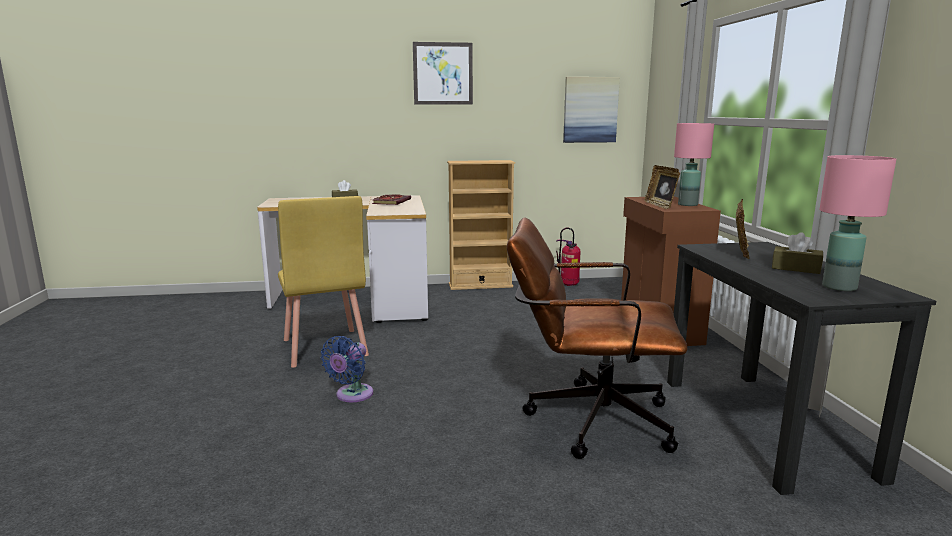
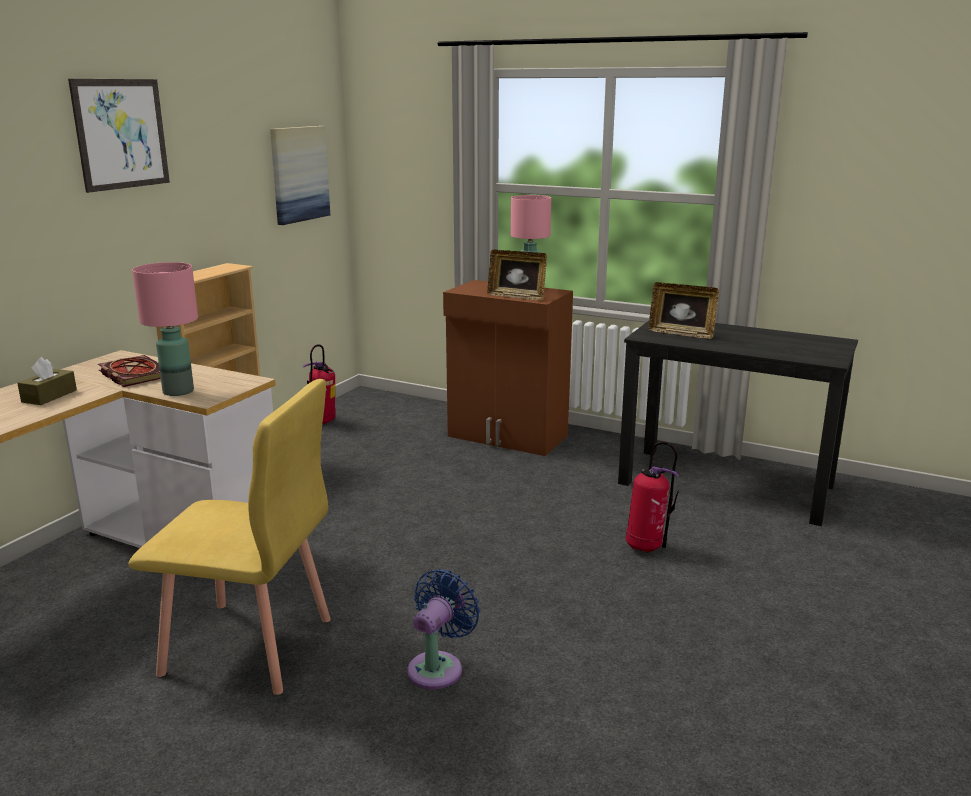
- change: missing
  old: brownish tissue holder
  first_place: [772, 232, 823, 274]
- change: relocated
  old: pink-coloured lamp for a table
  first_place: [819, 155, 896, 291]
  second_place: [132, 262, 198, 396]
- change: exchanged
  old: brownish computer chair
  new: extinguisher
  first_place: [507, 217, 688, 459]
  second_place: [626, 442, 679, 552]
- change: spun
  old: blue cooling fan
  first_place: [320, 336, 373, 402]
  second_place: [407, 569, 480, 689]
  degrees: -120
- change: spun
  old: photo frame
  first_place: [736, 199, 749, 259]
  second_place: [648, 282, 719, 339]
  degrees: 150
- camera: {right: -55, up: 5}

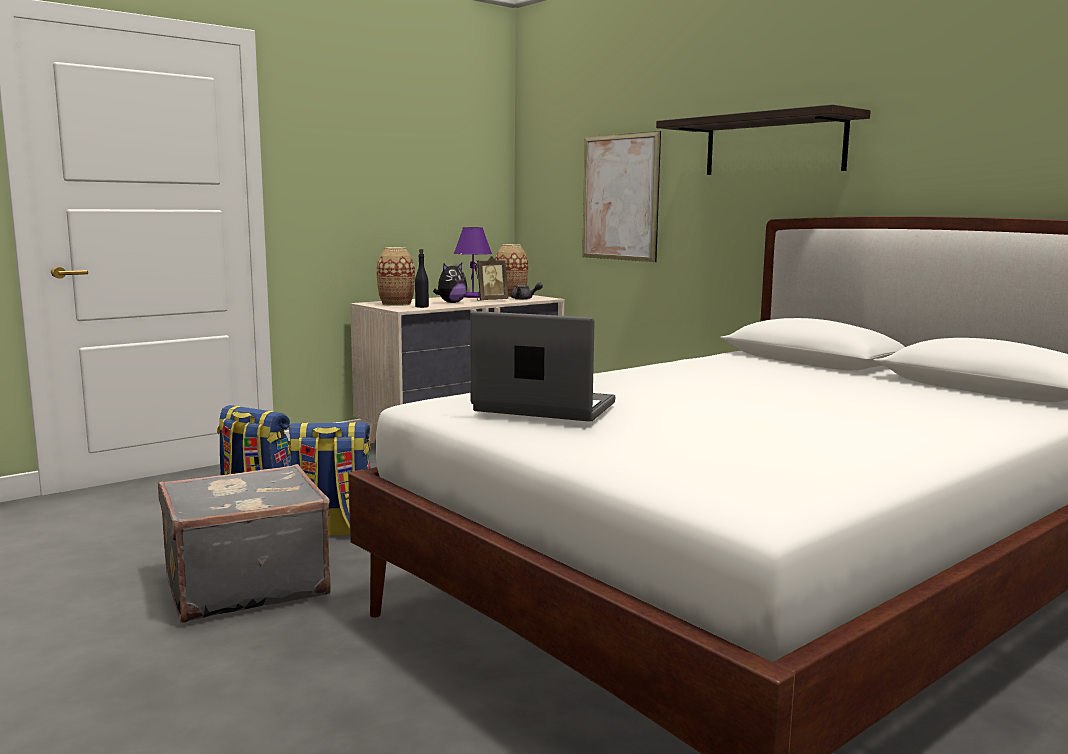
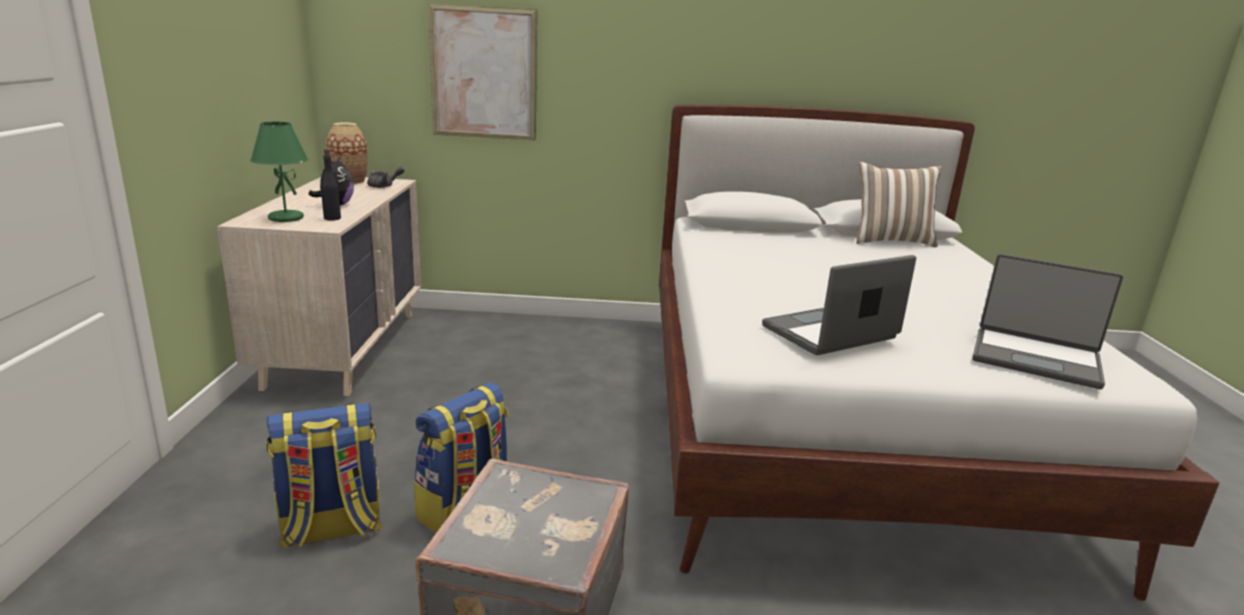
- change: missing
  old: purple-coloured lamp for a table
  first_place: [454, 227, 492, 298]
- change: missing
  old: photo frame
  first_place: [477, 256, 508, 301]
- change: missing
  old: bracket shelf
  first_place: [656, 104, 871, 175]
- change: appeared
  new: throw pillow
  second_place: [856, 161, 942, 248]
- change: appeared
  new: portable computer
  second_place: [972, 254, 1123, 390]
- change: exchanged
  old: vase
  new: green lamp for a table
  first_place: [377, 247, 415, 306]
  second_place: [250, 122, 308, 222]
- camera: {right: -50, up: 10}

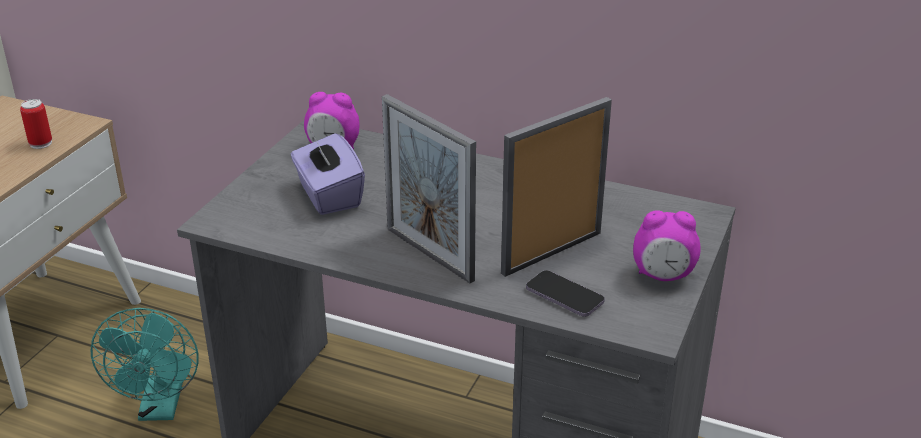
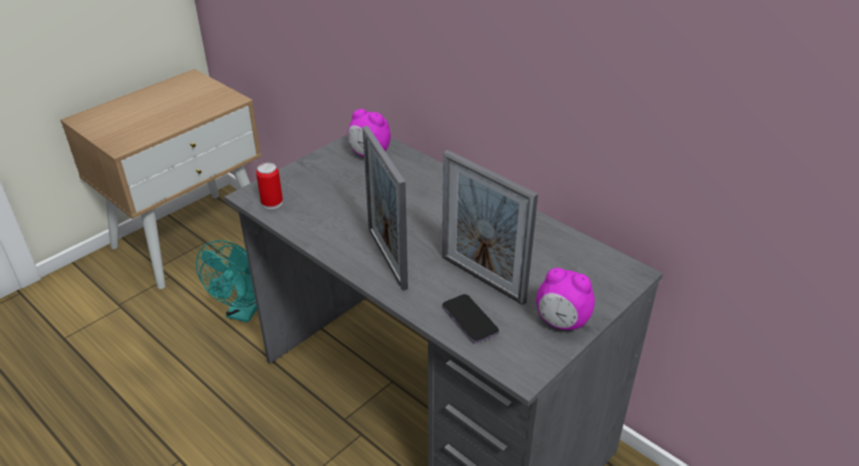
- change: missing
  old: purple-coloured tissue holder
  first_place: [291, 132, 365, 215]
- change: relocated
  old: sealed can
  first_place: [20, 99, 52, 149]
  second_place: [256, 163, 283, 209]
- change: spun
  old: photo frame
  first_place: [501, 97, 612, 277]
  second_place: [442, 150, 538, 305]
  degrees: -120
- camera: {right: 20, up: 5}

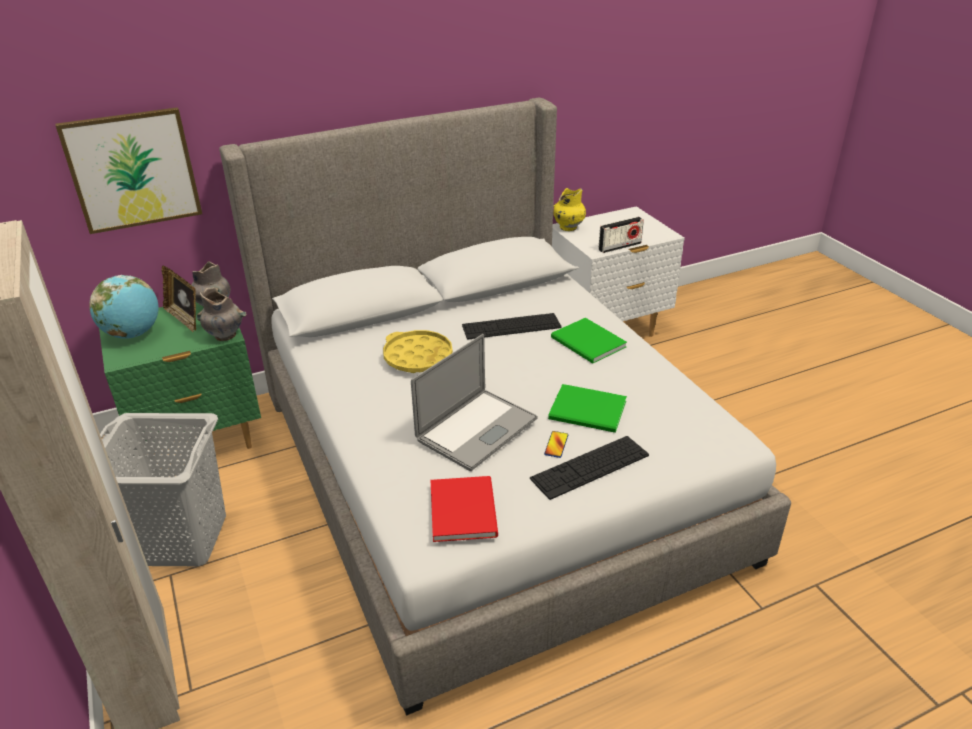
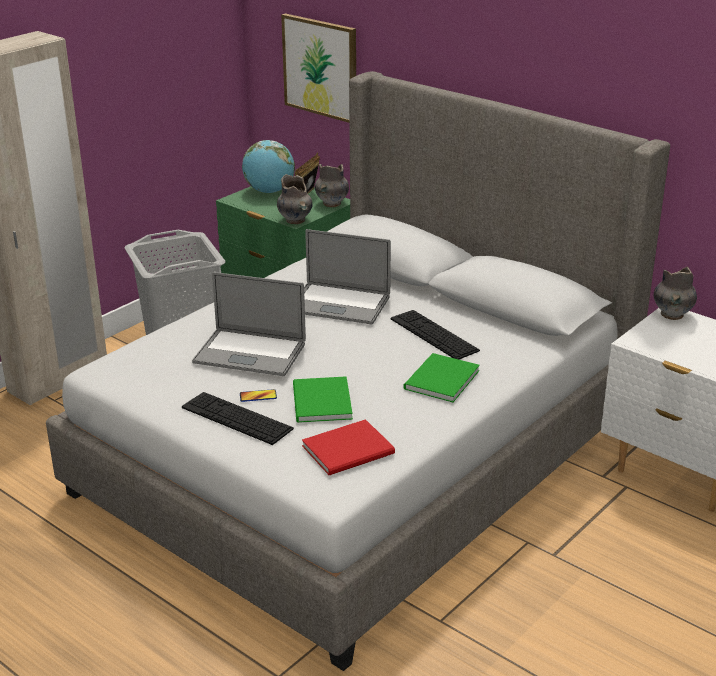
- change: missing
  old: radio receiver
  first_place: [598, 217, 644, 253]
- change: relocated
  old: red volume
  first_place: [431, 476, 498, 542]
  second_place: [302, 419, 395, 475]
- change: exchanged
  old: yellow tray
  new: portable computer
  first_place: [383, 330, 453, 373]
  second_place: [304, 229, 391, 324]
- change: colour
  old: yellow vase
  new: grey vase
  first_place: [553, 188, 586, 231]
  second_place: [654, 267, 697, 320]
- camera: {right: 65, up: -5}

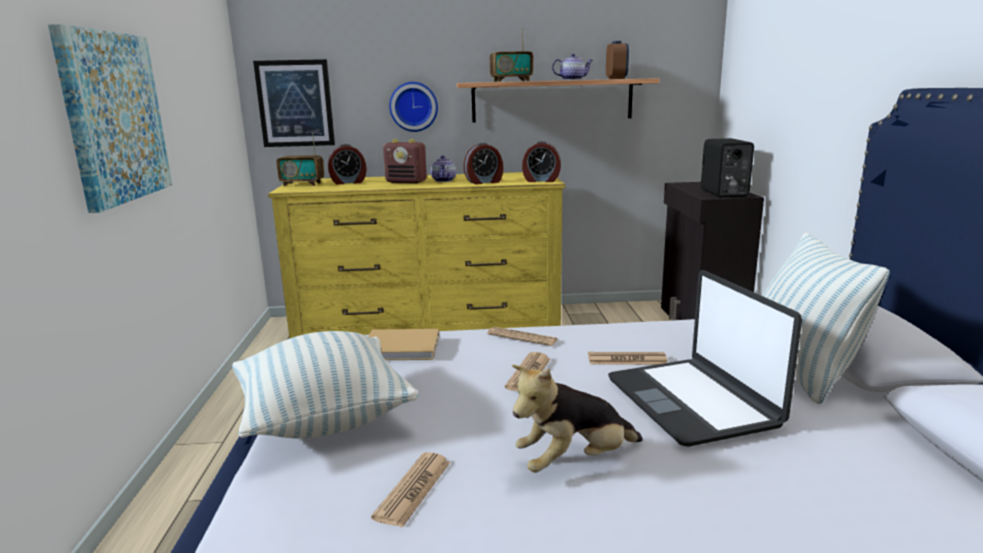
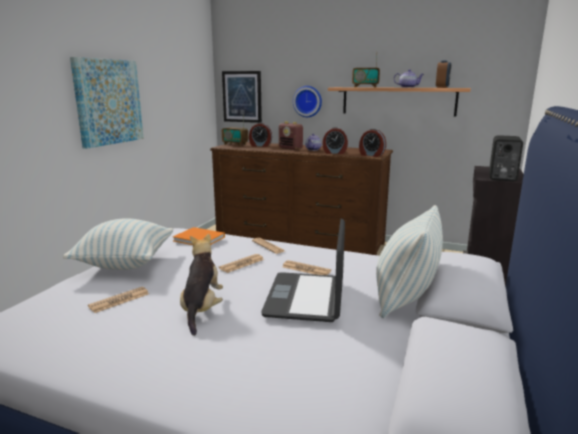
- change: colour
  old: yellow drawer chest
  new: brownish drawer chest
  first_place: [268, 172, 565, 339]
  second_place: [210, 142, 393, 255]
- change: colour
  old: sand-coloured volume
  new: orange-coloured volume
  first_place: [368, 329, 439, 360]
  second_place: [173, 227, 225, 245]
- change: spun
  old: plush toy
  first_place: [512, 365, 643, 473]
  second_place: [180, 234, 223, 336]
  degrees: 90
- camera: {right: 25, up: 0}

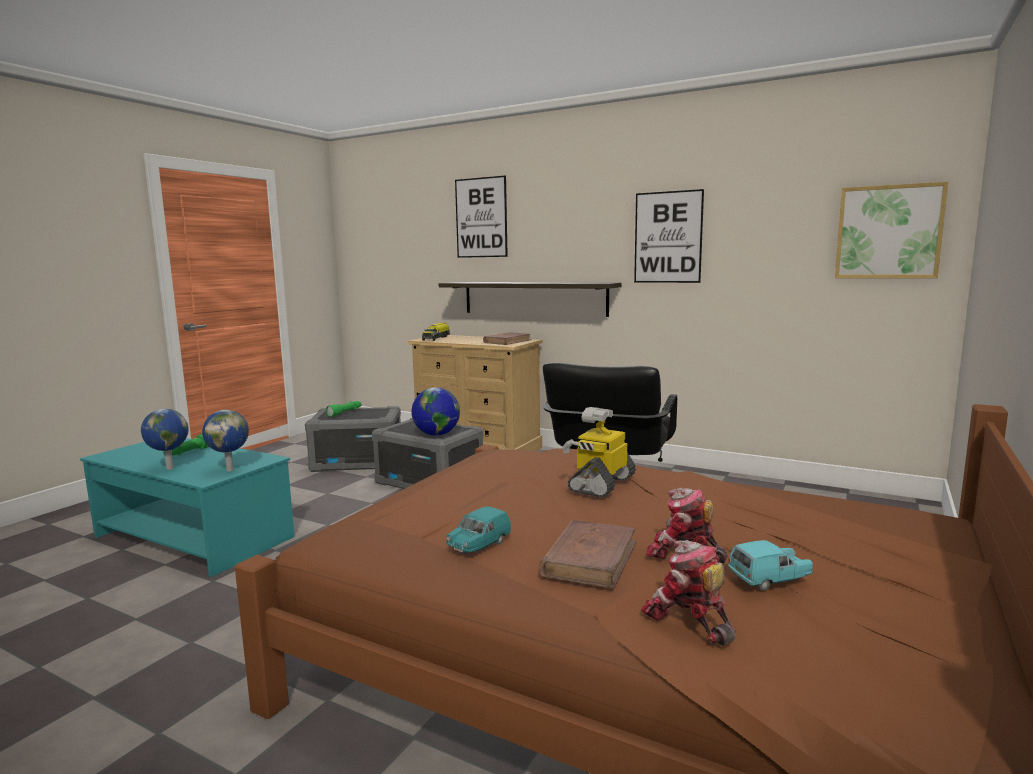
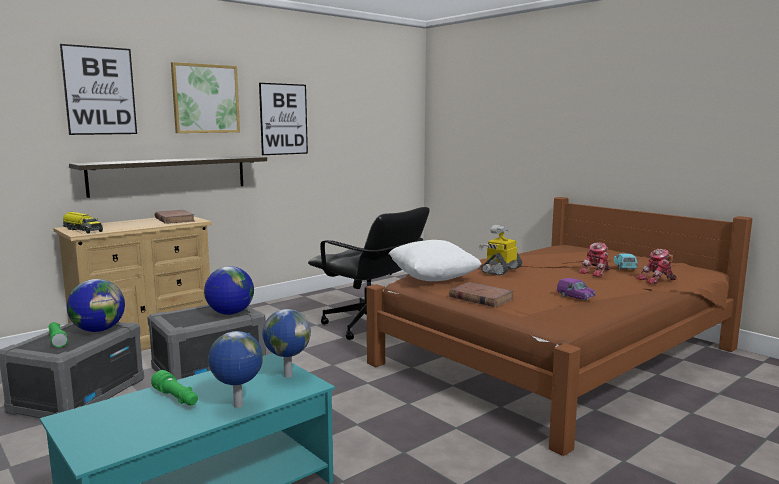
- change: appeared
  new: desk globe
  second_place: [67, 279, 125, 332]
- change: appeared
  new: white-coloured throw pillow
  second_place: [388, 240, 482, 281]
- change: relocated
  old: brownish volume
  first_place: [539, 520, 637, 588]
  second_place: [449, 282, 514, 307]
- change: relocated
  old: picture
  first_place: [835, 182, 948, 278]
  second_place: [171, 62, 240, 133]
- change: colour
  old: turquoise miniature car
  new: purple-coloured miniature car
  first_place: [446, 506, 511, 554]
  second_place: [557, 278, 596, 301]
- change: spun
  old: robot figure
  first_place: [562, 407, 636, 497]
  second_place: [479, 225, 522, 275]
  degrees: 75
- camera: {right: -70, up: 0}

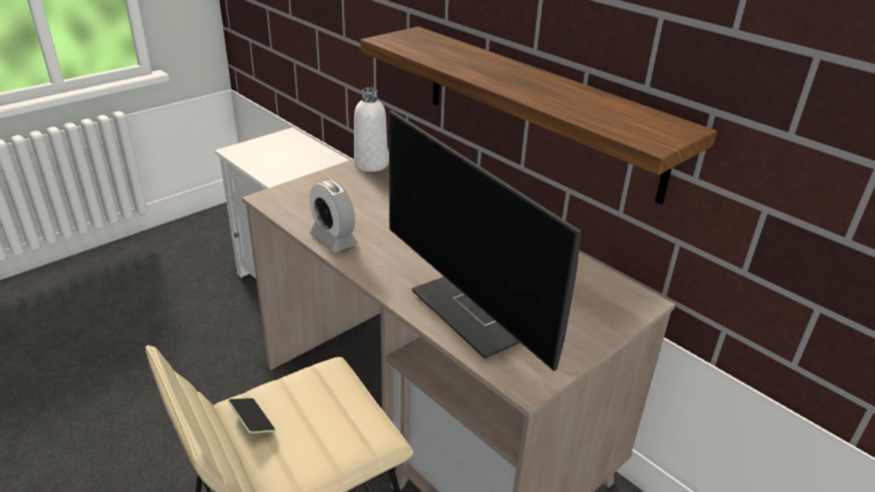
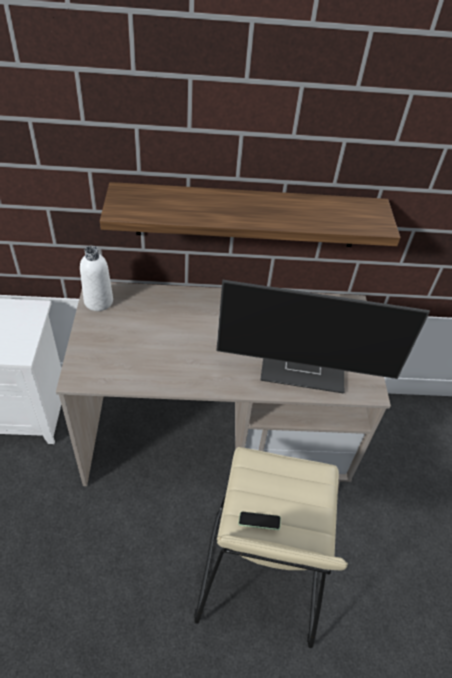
- change: missing
  old: alarm clock
  first_place: [309, 180, 357, 253]
- camera: {right: -50, up: 15}

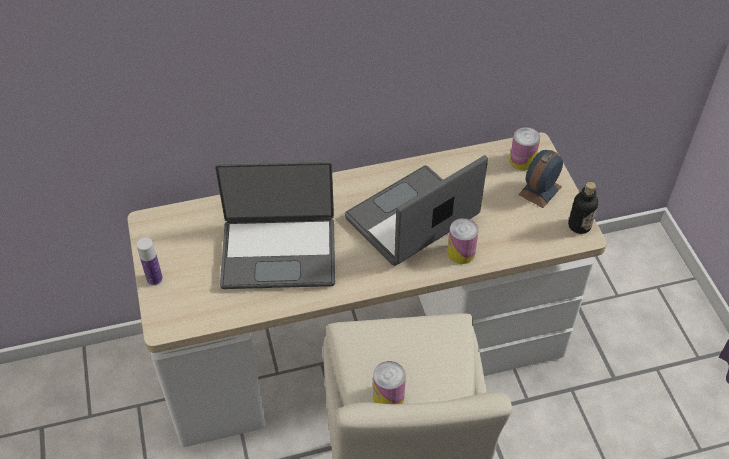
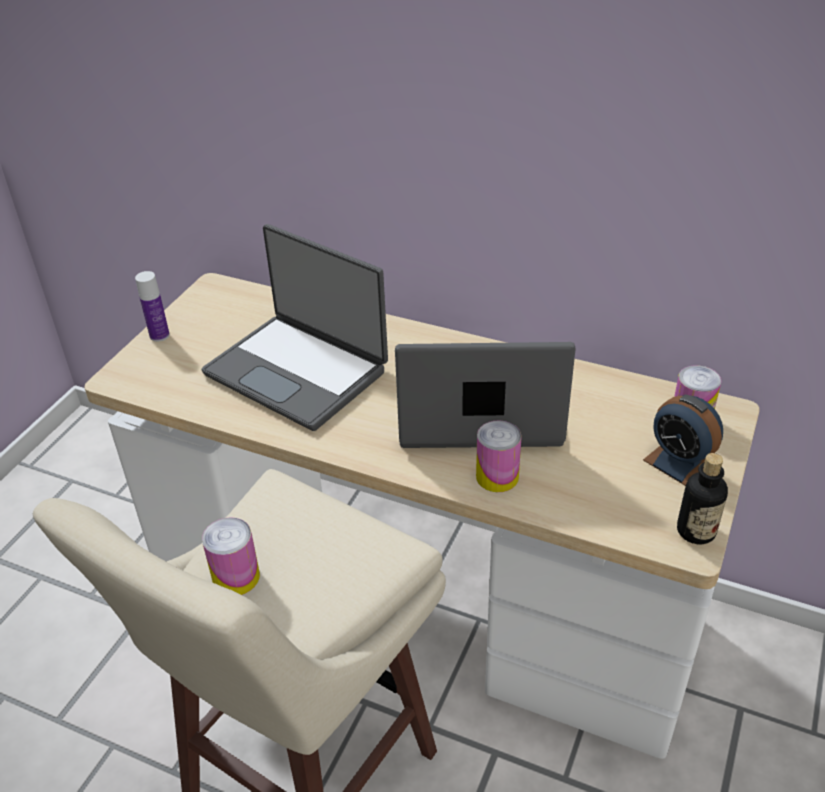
- change: spun
  old: alarm clock
  first_place: [518, 150, 563, 208]
  second_place: [643, 394, 723, 486]
  degrees: -120
- camera: {right: 40, up: -10}

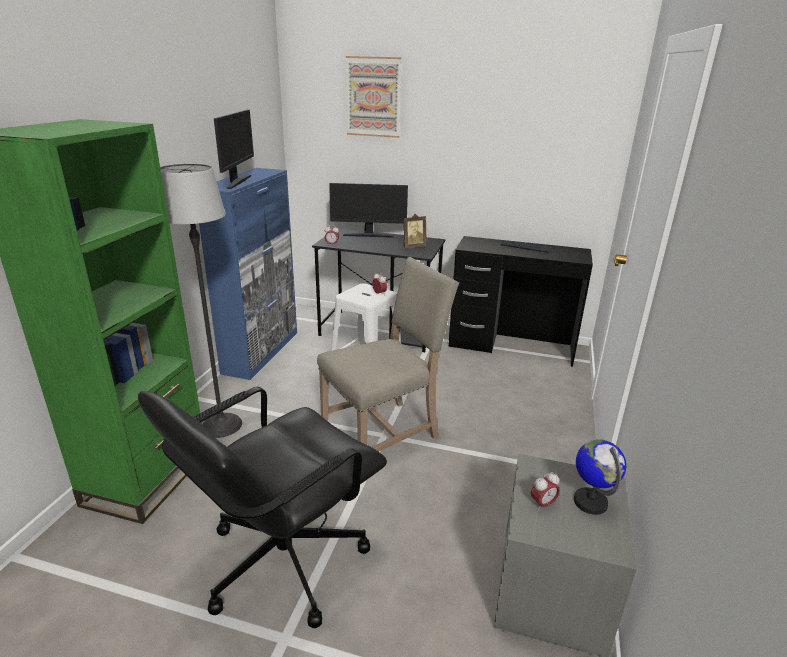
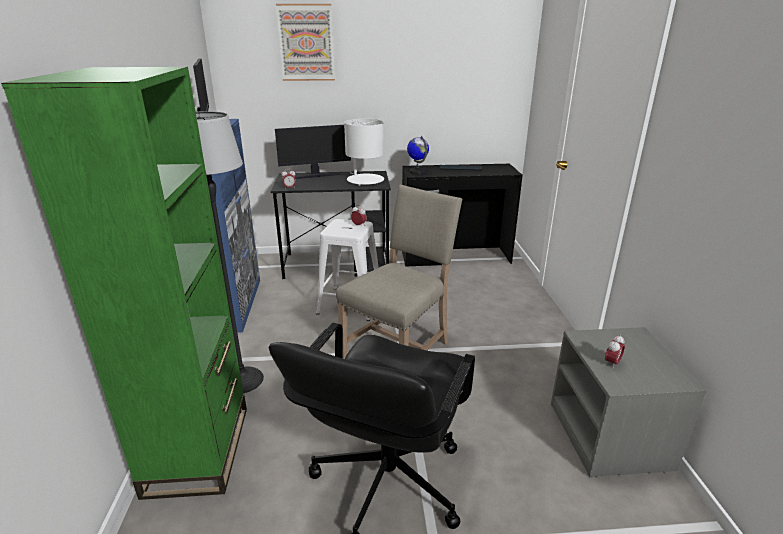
- change: relocated
  old: desk globe
  first_place: [574, 439, 626, 515]
  second_place: [407, 136, 429, 174]
- change: exchanged
  old: photo frame
  new: white-coloured lamp for a table
  first_place: [403, 214, 427, 248]
  second_place: [344, 119, 384, 186]
- camera: {right: -20, up: 0}

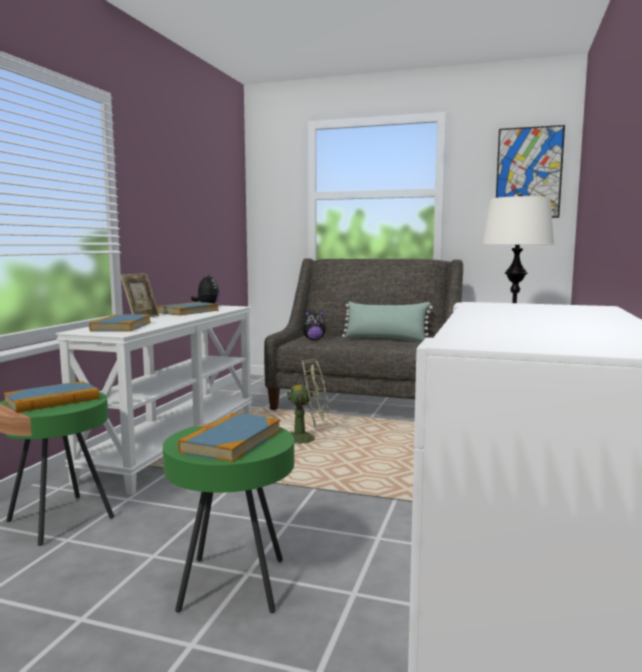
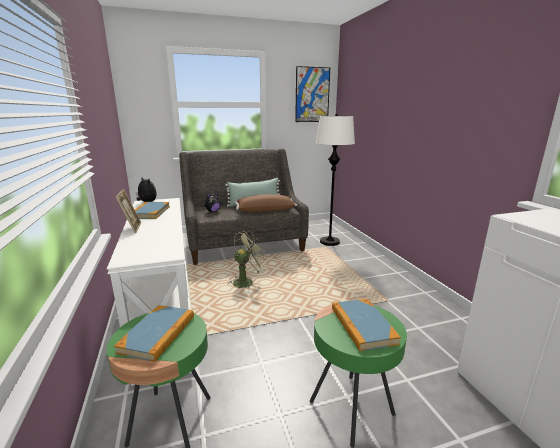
- change: missing
  old: volume
  first_place: [89, 314, 151, 332]
- change: appeared
  new: brownish throw pillow
  second_place: [235, 194, 297, 212]
- camera: {right: -35, up: 10}

